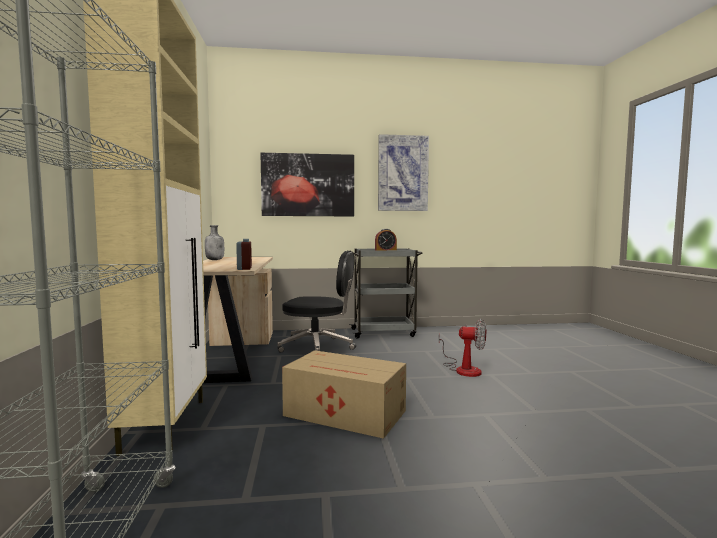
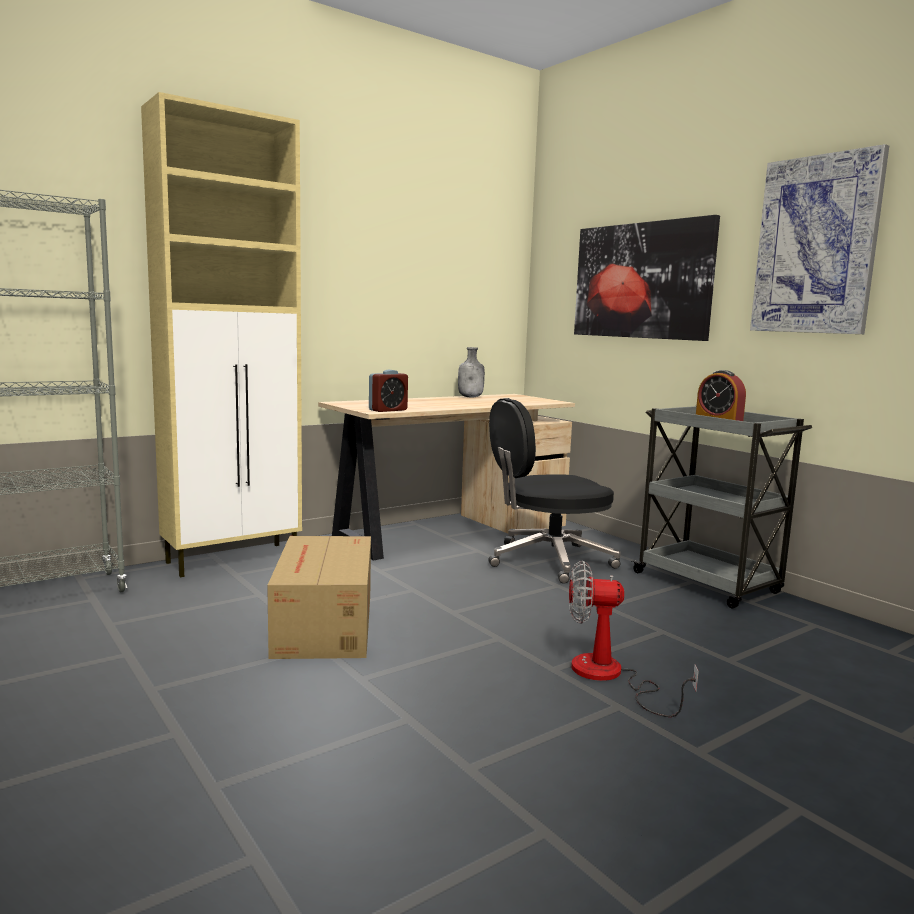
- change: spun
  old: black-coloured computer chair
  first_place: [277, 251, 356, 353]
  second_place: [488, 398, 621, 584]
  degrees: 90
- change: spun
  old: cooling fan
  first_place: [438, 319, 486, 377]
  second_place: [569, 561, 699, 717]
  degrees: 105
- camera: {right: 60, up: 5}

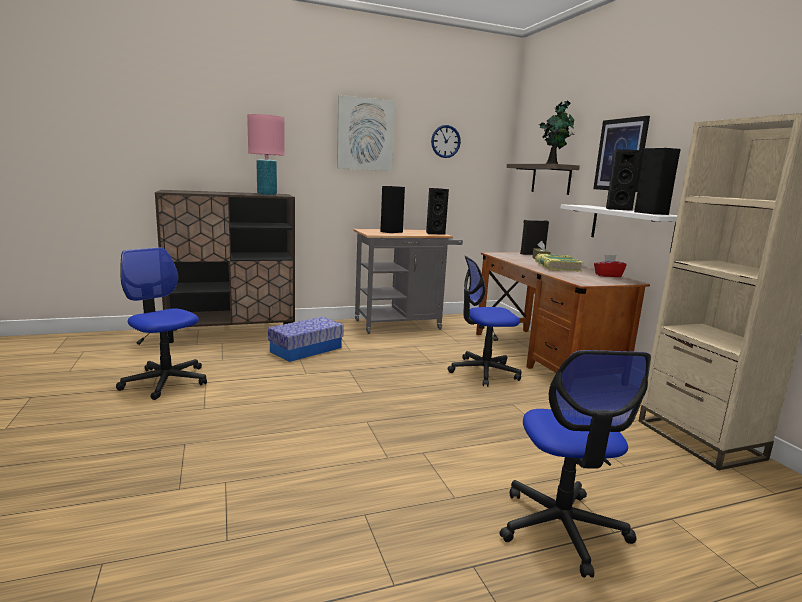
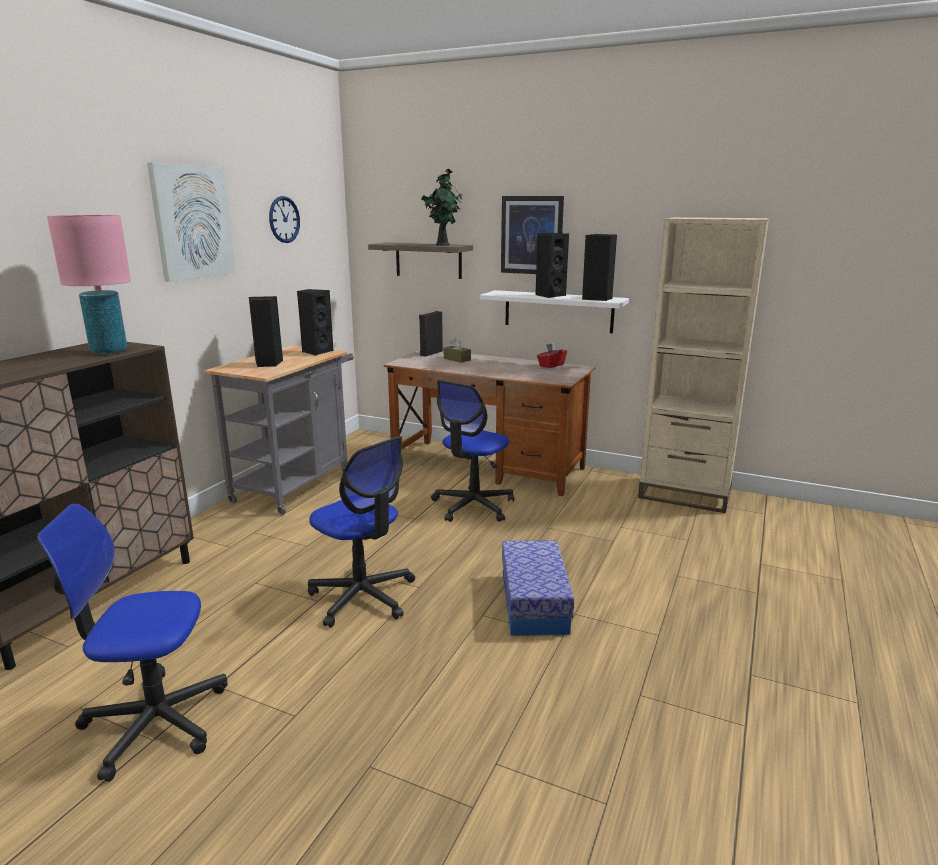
- change: missing
  old: volume
  first_place: [535, 253, 583, 271]
- change: relocated
  old: storage bin
  first_place: [268, 317, 344, 362]
  second_place: [502, 540, 574, 636]
- change: relocated
  old: computer chair
  first_place: [499, 350, 651, 578]
  second_place: [308, 436, 415, 628]
- camera: {right: -45, up: 5}

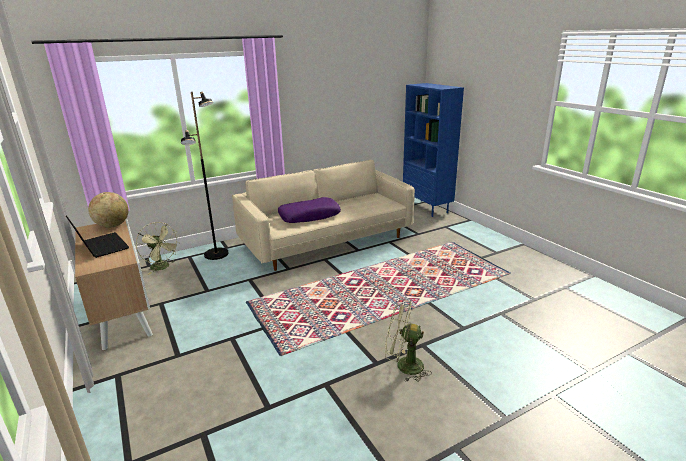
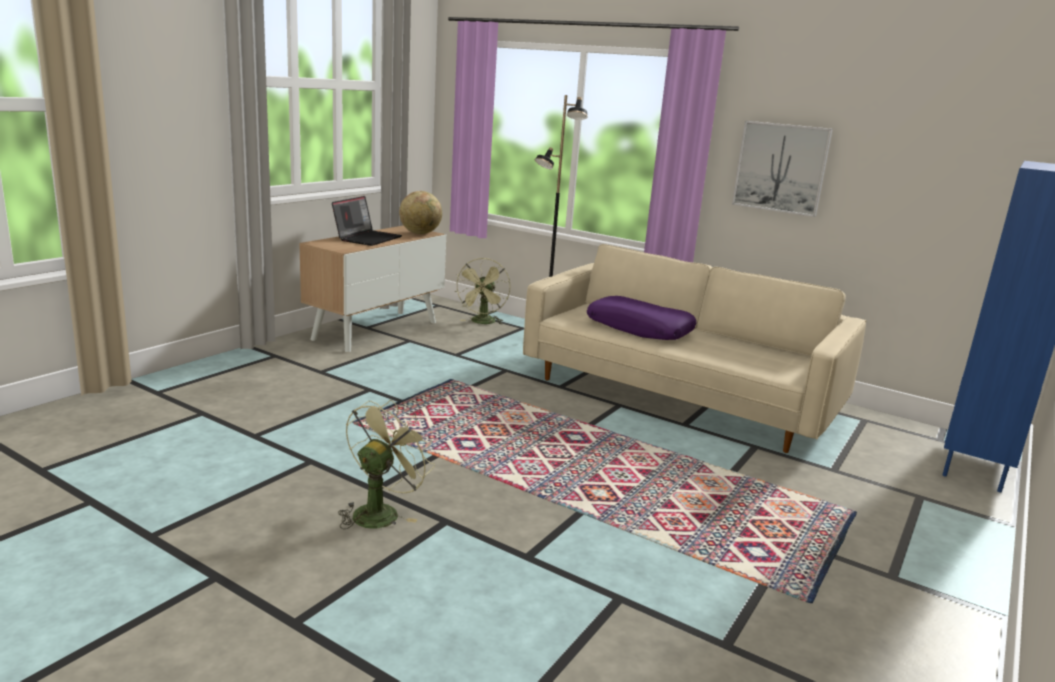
- change: appeared
  new: picture
  second_place: [732, 121, 833, 217]
- change: spun
  old: green cooling fan
  first_place: [385, 299, 432, 382]
  second_place: [338, 399, 435, 529]
  degrees: 45
- camera: {right: 60, up: -5}

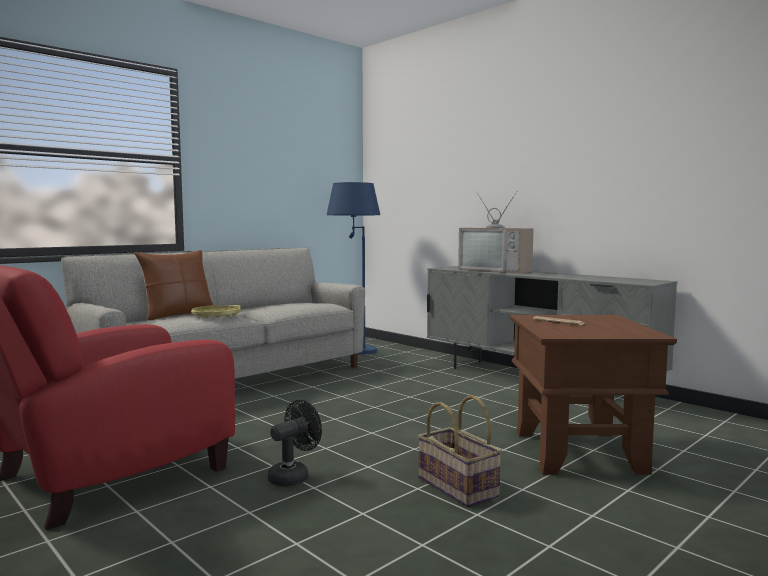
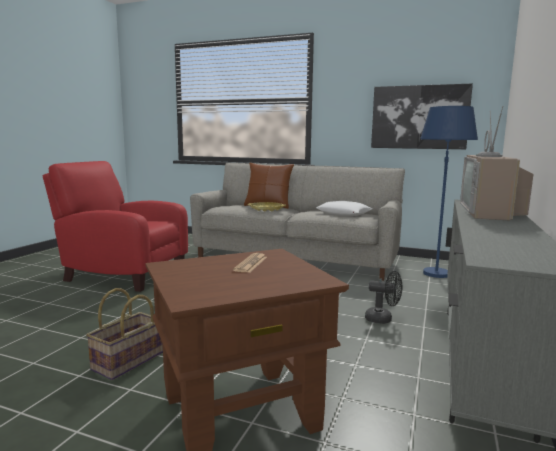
- change: appeared
  new: white-coloured throw pillow
  second_place: [316, 201, 372, 216]
- change: appeared
  new: picture
  second_place: [371, 84, 473, 149]
- change: relocated
  old: black-coloured cooling fan
  first_place: [268, 400, 322, 487]
  second_place: [365, 271, 403, 324]
- camera: {right: 65, up: 5}

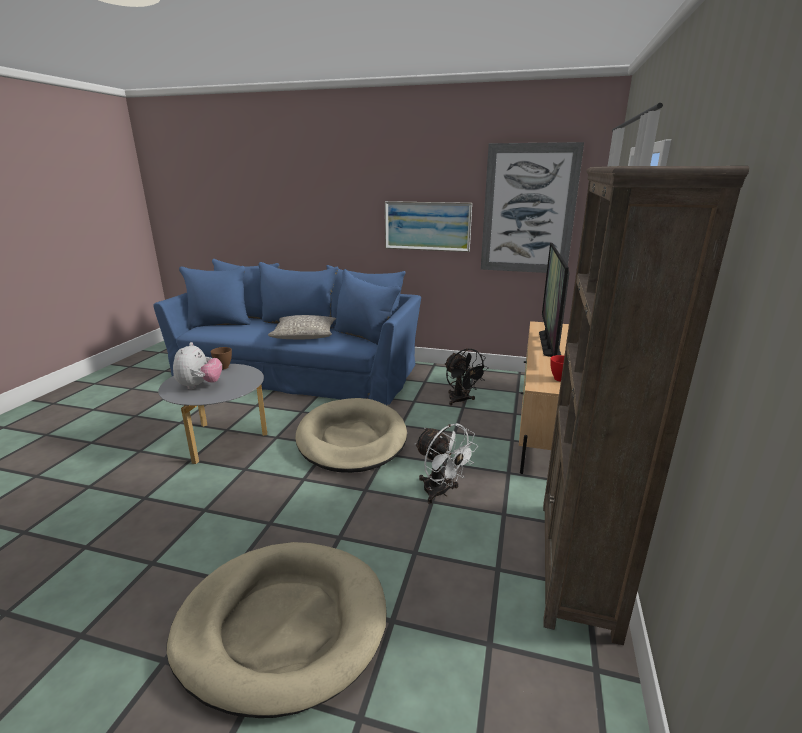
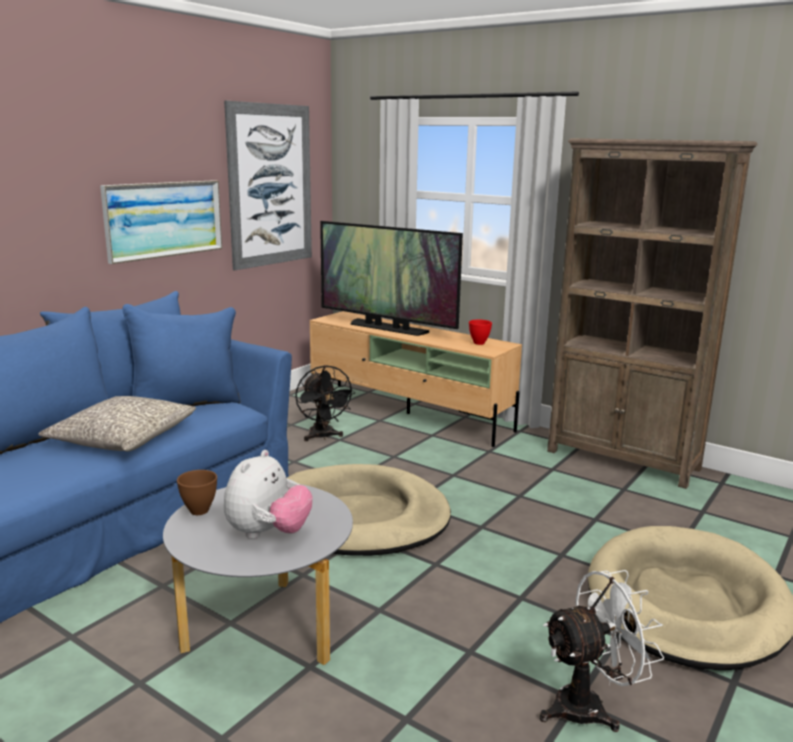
- change: relocated
  old: white-coloured cooling fan
  first_place: [415, 423, 478, 504]
  second_place: [540, 570, 664, 732]
- change: spun
  old: plush toy
  first_place: [173, 342, 222, 390]
  second_place: [224, 450, 313, 539]
  degrees: 90
- change: spun
  old: black-coloured cooling fan
  first_place: [444, 348, 489, 405]
  second_place: [295, 365, 355, 441]
  degrees: 75
- camera: {right: -70, up: -5}

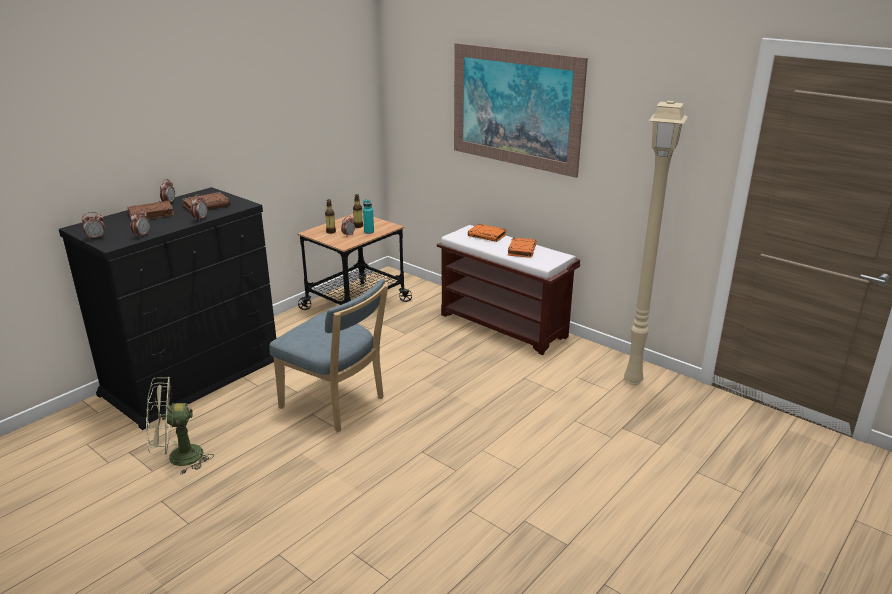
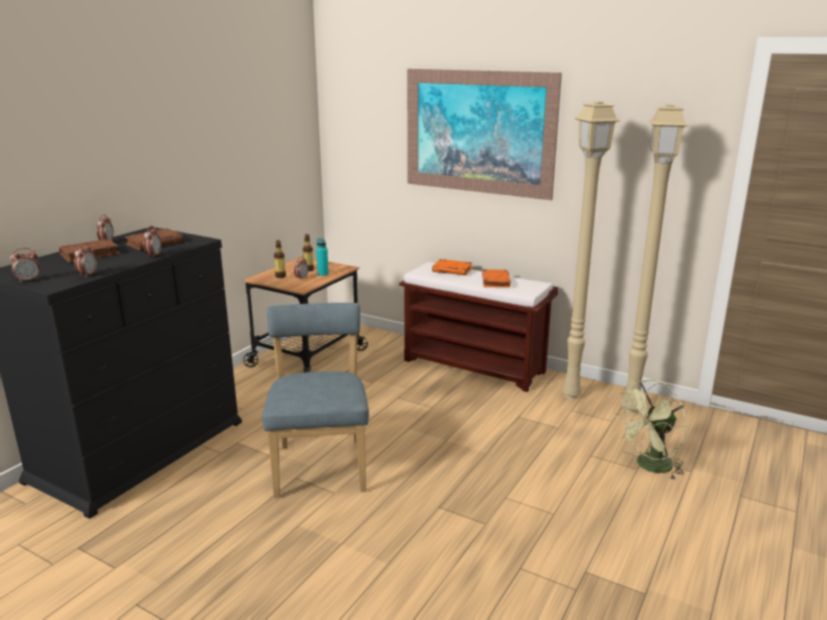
- change: appeared
  new: sand-coloured standard lamp
  second_place: [562, 102, 620, 399]
- change: relocated
  old: green cooling fan
  first_place: [146, 377, 214, 474]
  second_place: [615, 380, 687, 481]
- change: spun
  old: blue plain chair
  first_place: [269, 279, 388, 432]
  second_place: [262, 303, 369, 498]
  degrees: -120
- camera: {right: -10, up: -5}

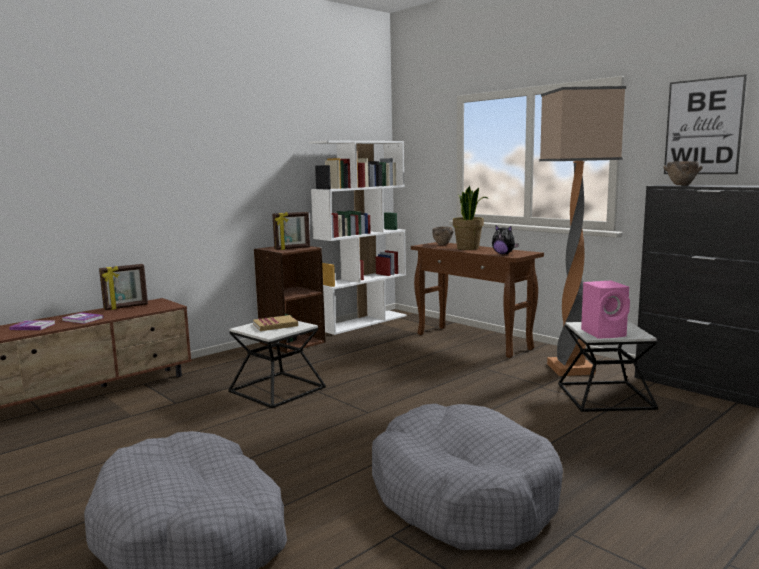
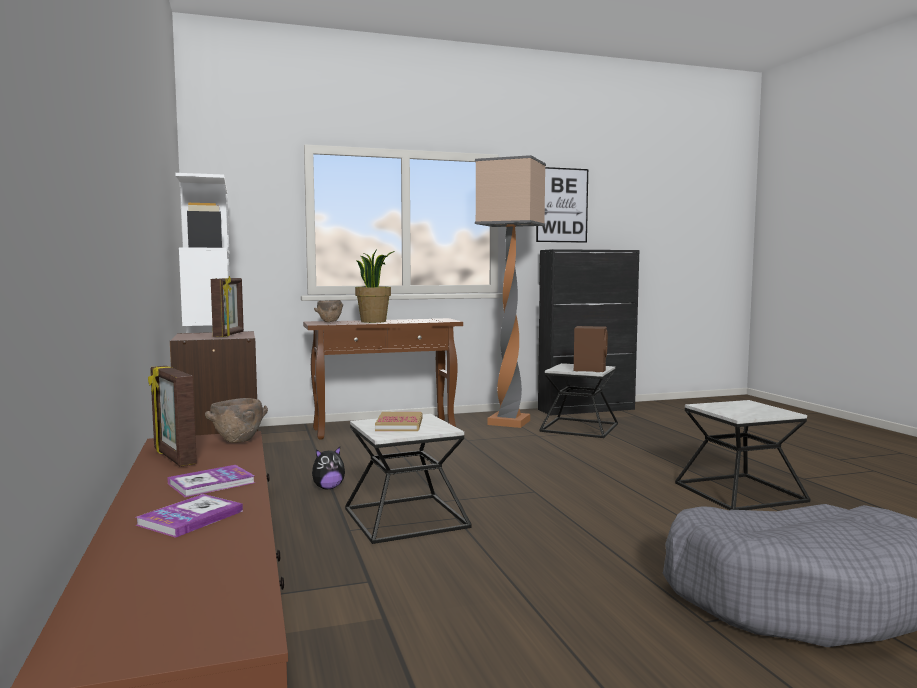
- change: relocated
  old: plush toy
  first_place: [492, 225, 519, 254]
  second_place: [312, 447, 345, 489]
- change: relocated
  old: brownish serving bowl
  first_place: [663, 161, 703, 186]
  second_place: [205, 398, 268, 443]
- change: exchanged
  old: grey dog bed
  new: side table
  first_place: [372, 404, 563, 550]
  second_place: [675, 400, 810, 510]
- change: colour
  old: pink-coloured audio speaker
  new: brownish audio speaker
  first_place: [581, 281, 630, 338]
  second_place: [574, 326, 608, 372]
- change: spun
  old: photo frame
  first_place: [99, 264, 148, 310]
  second_place: [148, 366, 197, 467]
  degrees: 150
- camera: {right: -65, up: -5}

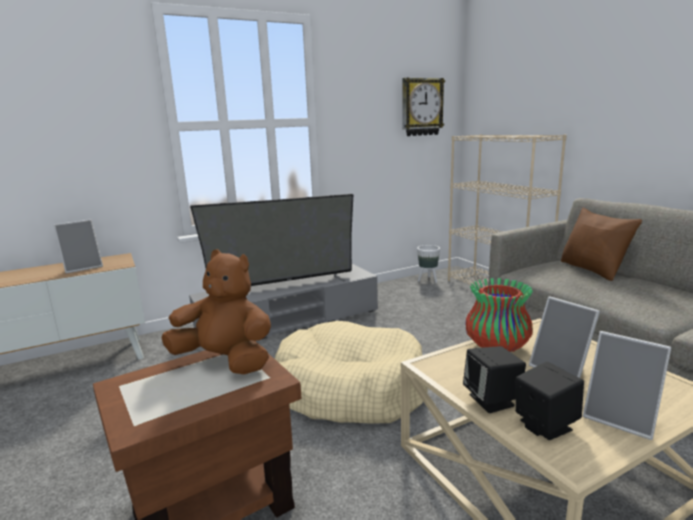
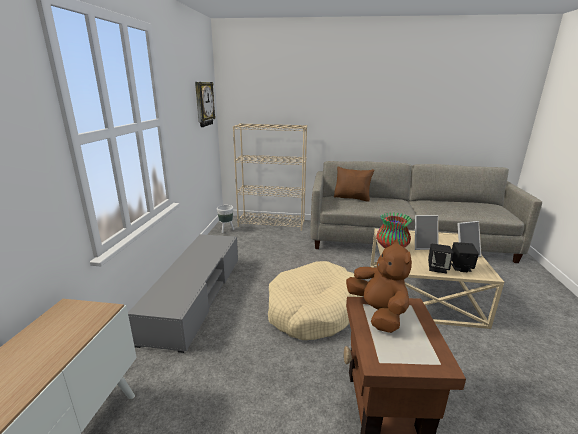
- change: missing
  old: photo frame
  first_place: [54, 219, 103, 274]
- change: missing
  old: TV set
  first_place: [190, 194, 353, 286]
- change: spun
  old: brownish plush toy
  first_place: [161, 249, 271, 374]
  second_place: [346, 240, 412, 333]
  degrees: 105
- camera: {right: -55, up: 5}

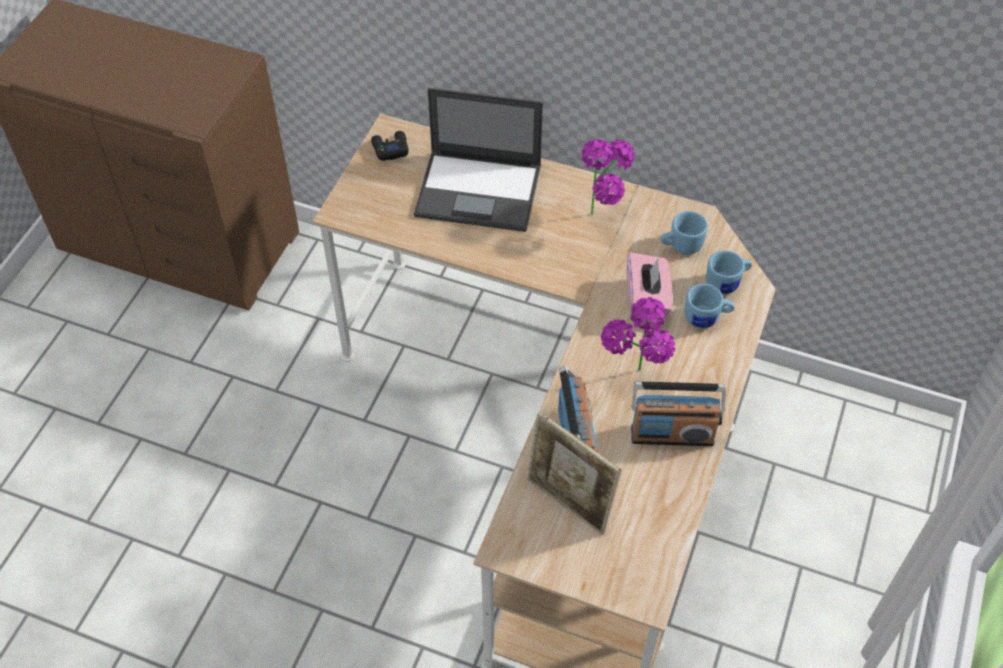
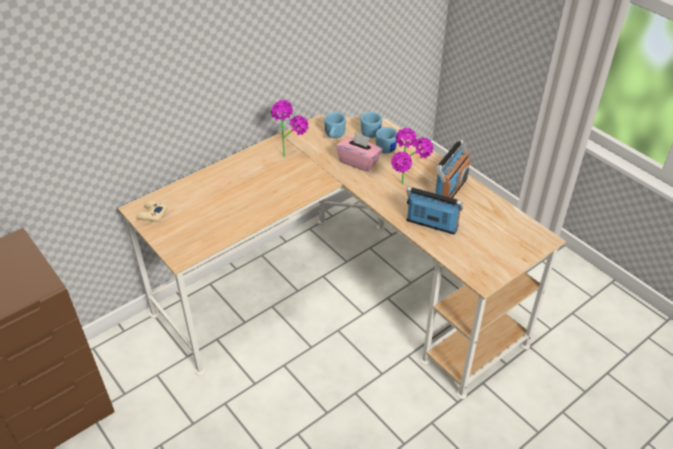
- change: missing
  old: portable computer
  first_place: [414, 88, 543, 232]
- change: missing
  old: photo frame
  first_place: [527, 412, 622, 535]
- change: colour
  old: black-coloured joypad
  new: sand-coloured joypad
  first_place: [371, 131, 408, 161]
  second_place: [136, 200, 168, 222]
- camera: {right: -60, up: -10}

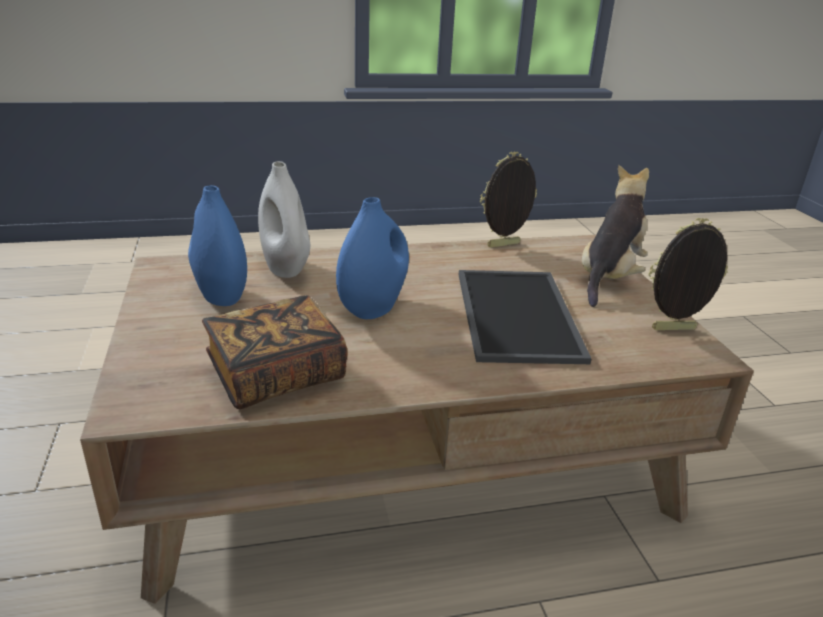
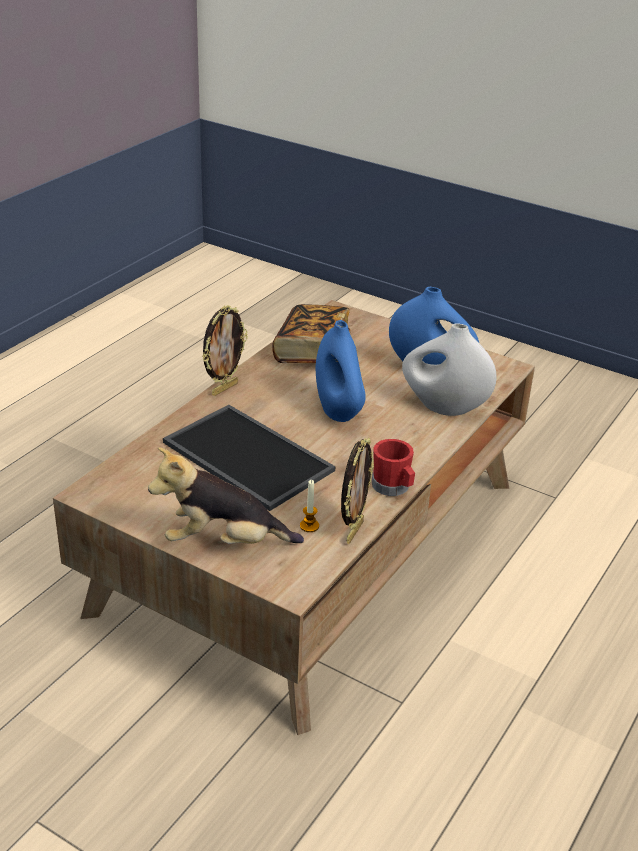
- change: appeared
  new: wax light
  second_place: [300, 480, 319, 532]
- change: appeared
  new: red mug
  second_place: [372, 439, 415, 496]
- change: relocated
  old: photo frame
  first_place: [649, 218, 728, 330]
  second_place: [202, 305, 248, 396]
- change: spun
  old: plush toy
  first_place: [582, 165, 649, 307]
  second_place: [148, 447, 304, 544]
  degrees: 105
- camera: {right: 135, up: 5}

